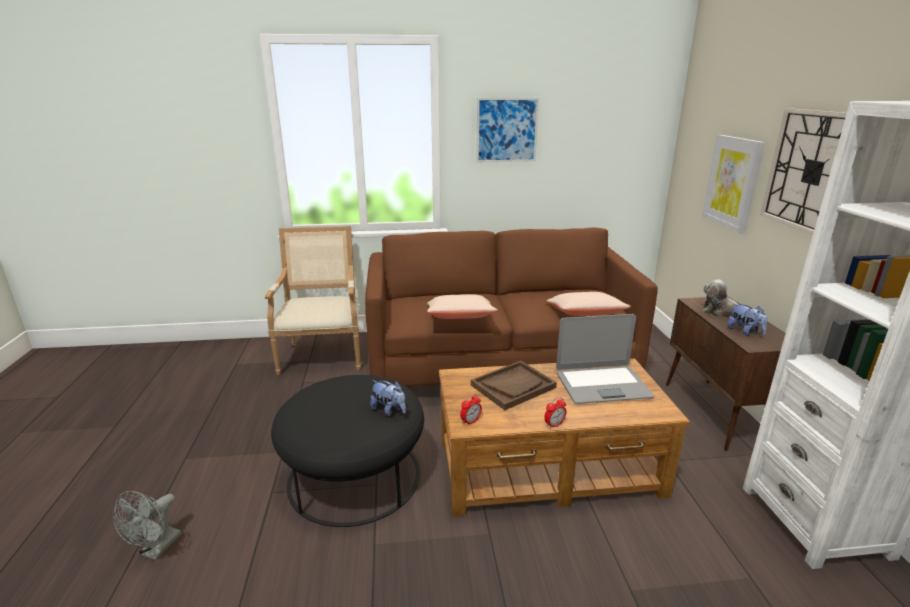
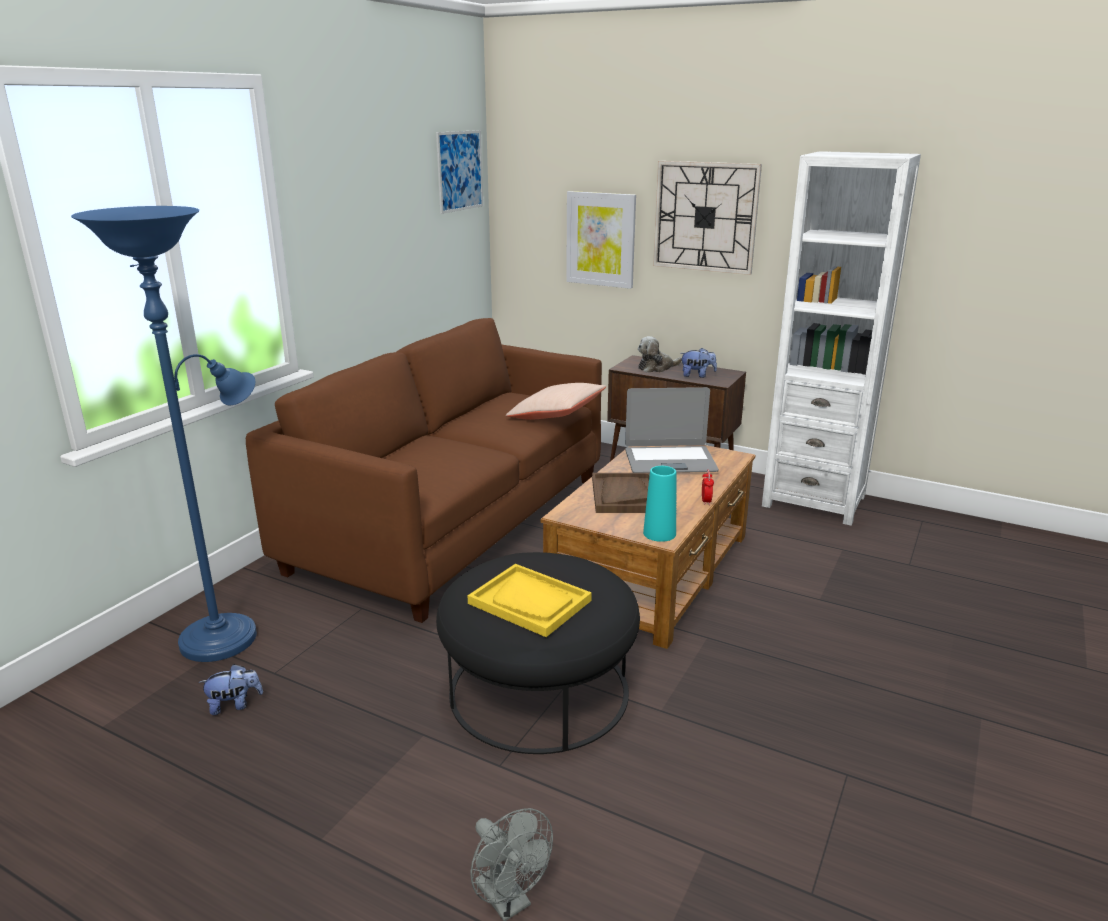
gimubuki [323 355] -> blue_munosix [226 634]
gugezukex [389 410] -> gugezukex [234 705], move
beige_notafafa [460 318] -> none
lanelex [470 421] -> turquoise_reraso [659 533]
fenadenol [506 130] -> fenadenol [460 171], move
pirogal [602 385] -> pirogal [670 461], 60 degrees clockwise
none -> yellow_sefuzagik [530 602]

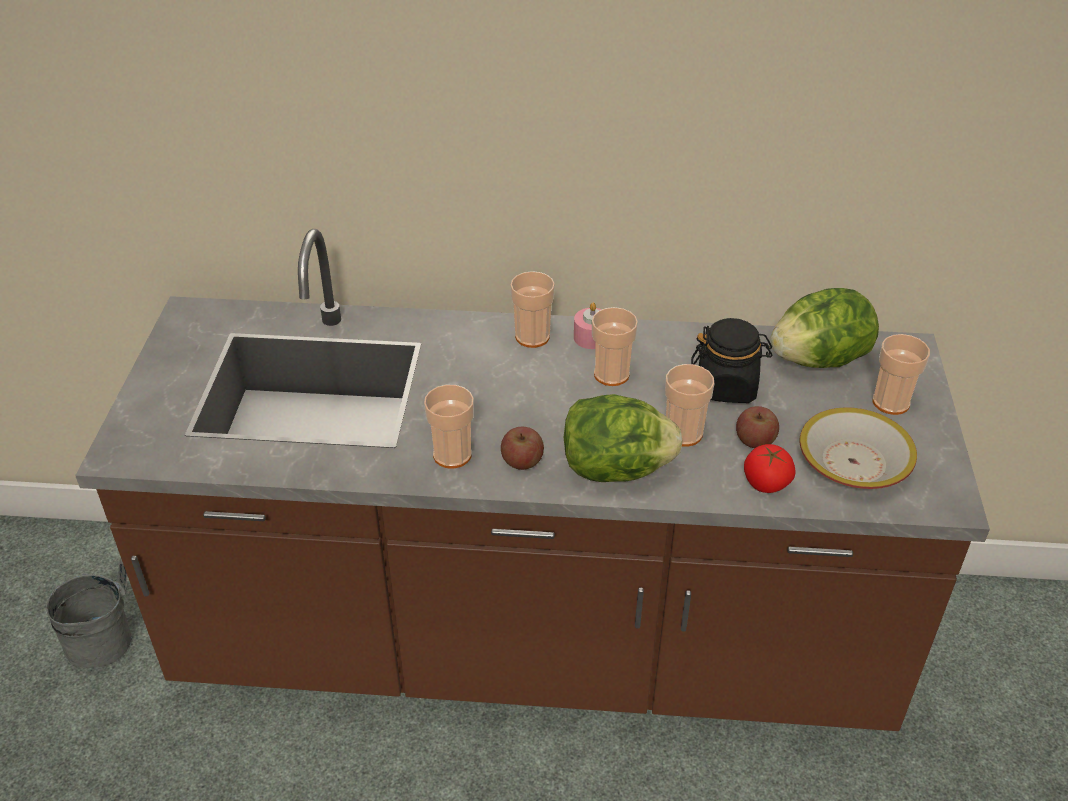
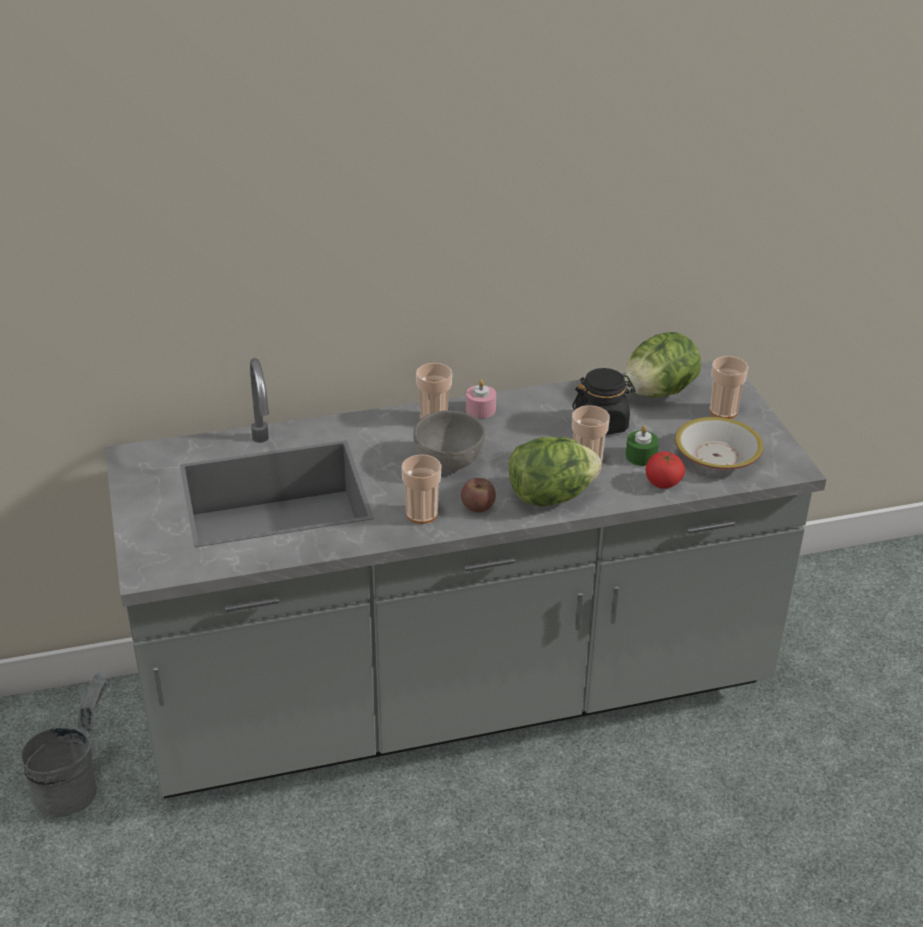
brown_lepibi [534 644] -> grey_lepibi [458 695]
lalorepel [611 374] -> none
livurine [755 440] -> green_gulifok [641 456]
none -> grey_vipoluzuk [448 462]

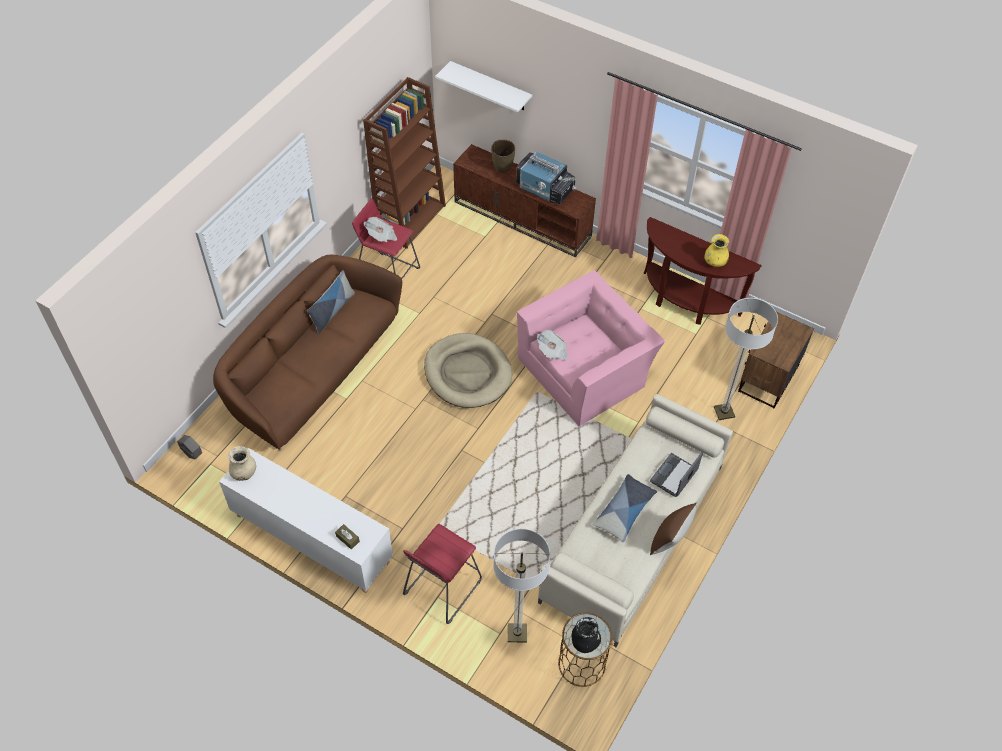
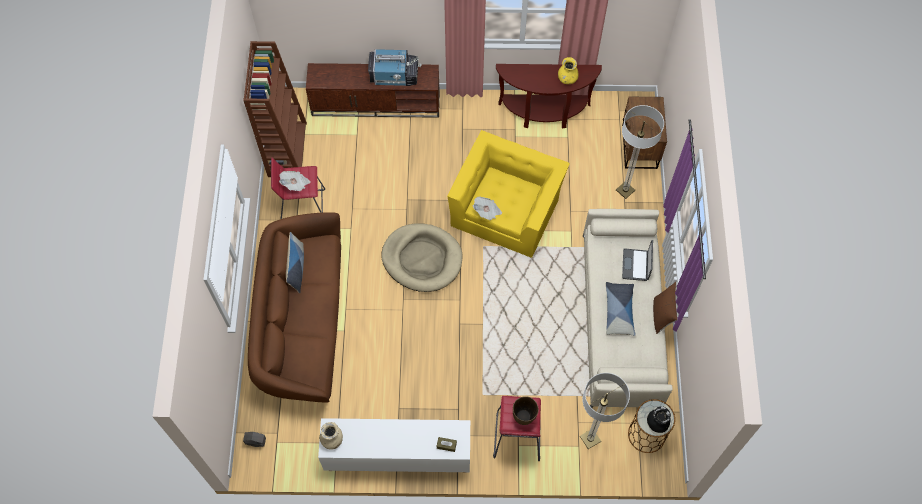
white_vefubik [490 86] -> none
brown_reraso [503 168] -> brown_reraso [524 417], move
pink_gimubuki [585 369] -> yellow_gimubuki [506 209]

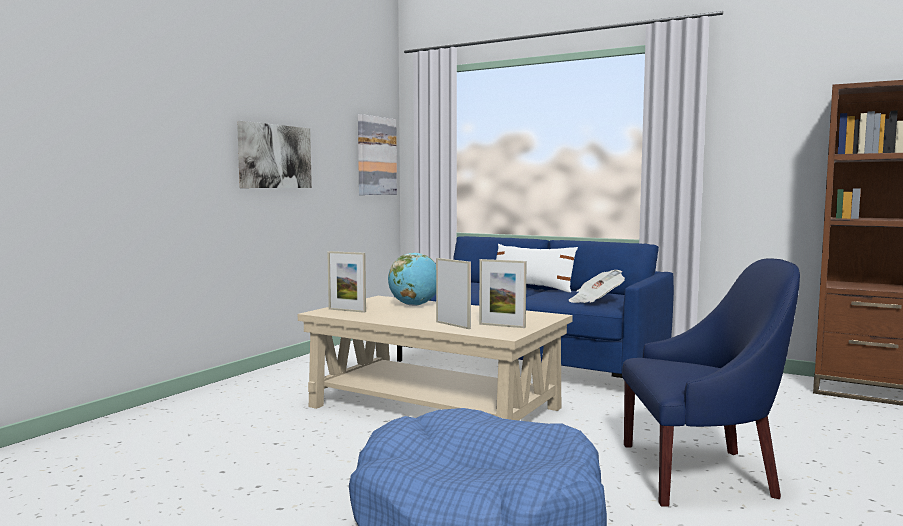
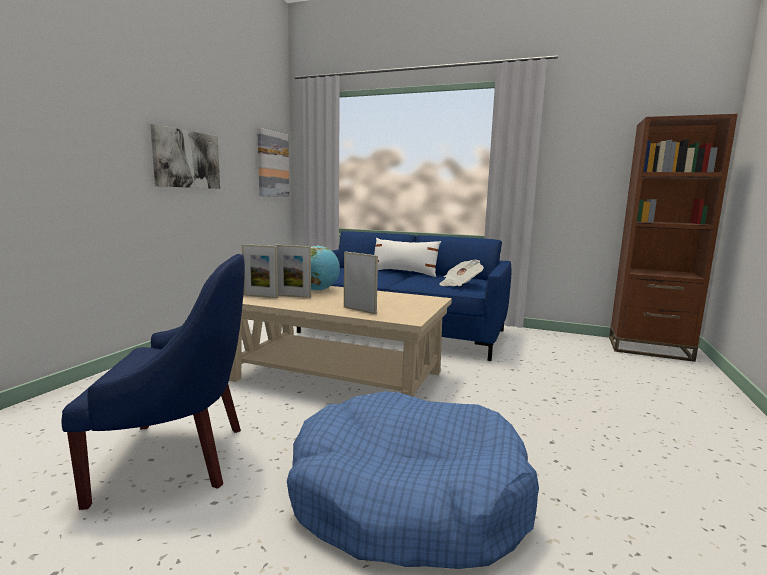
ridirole [502 326] -> ridirole [293 296], move
blue_gimubuki [701 473] -> blue_gimubuki [177 458], move

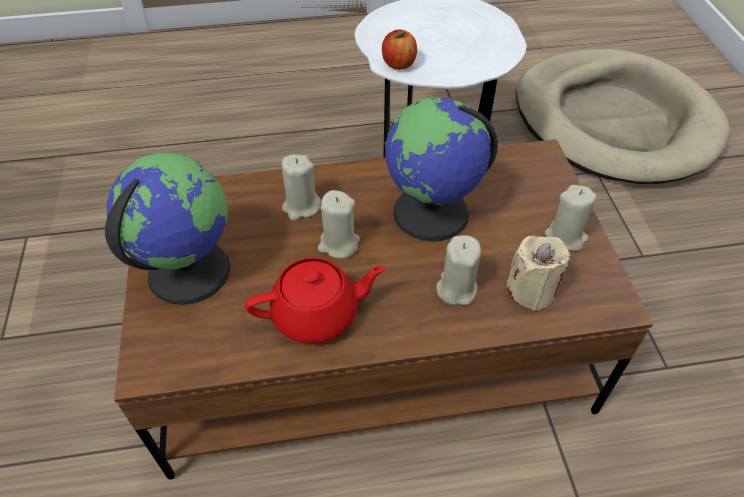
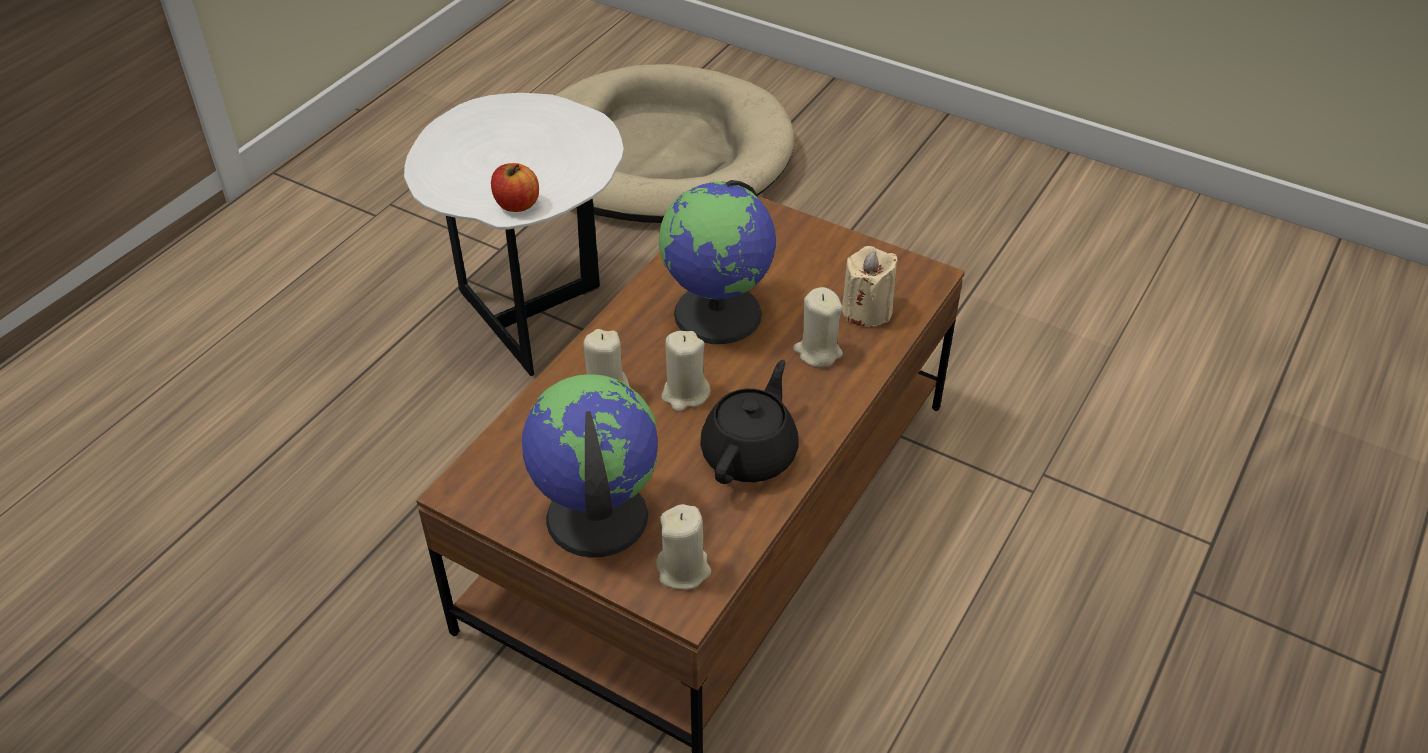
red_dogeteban [317 314] -> black_dogeteban [750 453]
beige_gulifok [565 237] -> beige_gulifok [683 570], move

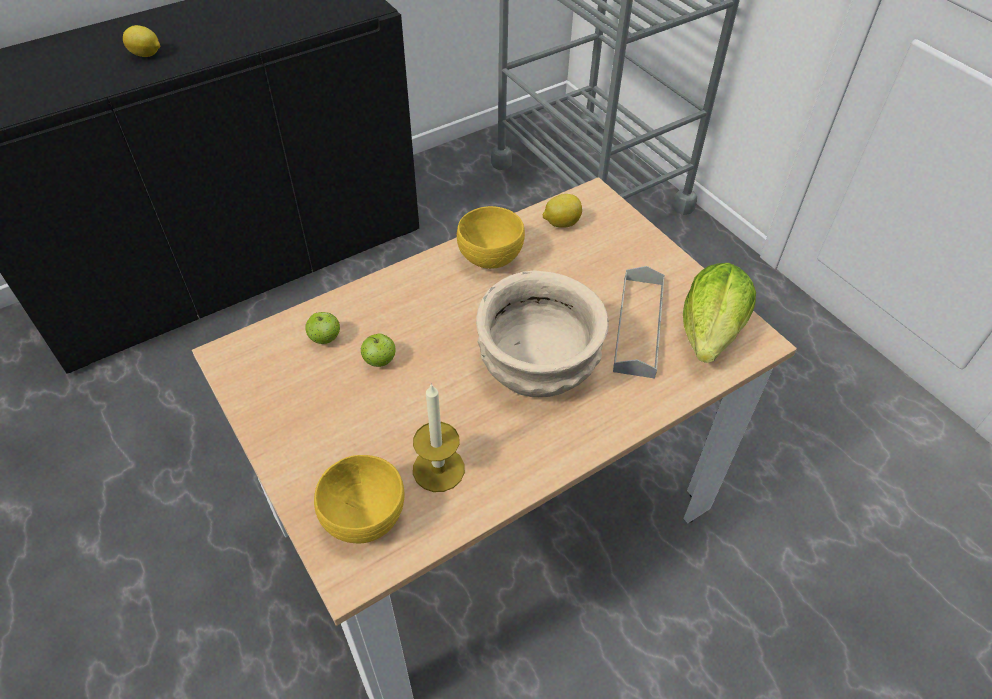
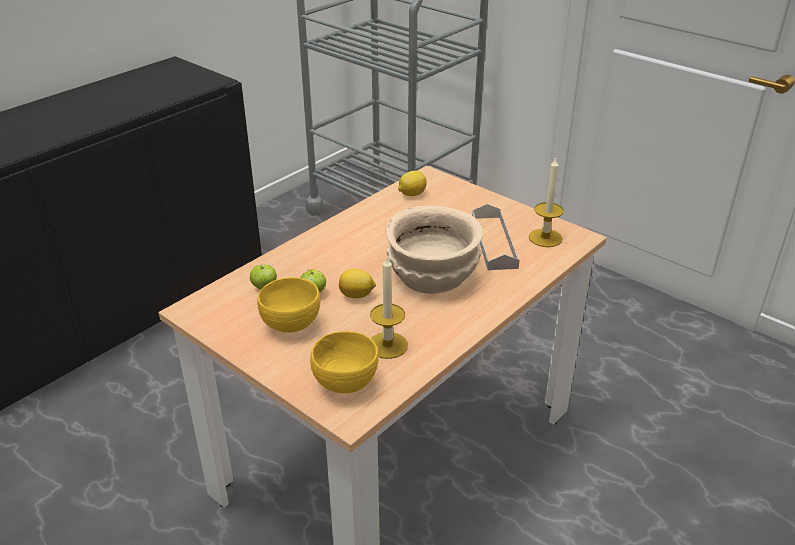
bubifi [146 55] -> bubifi [357 295], move
yellow_vipoluzuk [490 259] -> yellow_vipoluzuk [291 325], move
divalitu [710 333] -> gulifok [545 238]

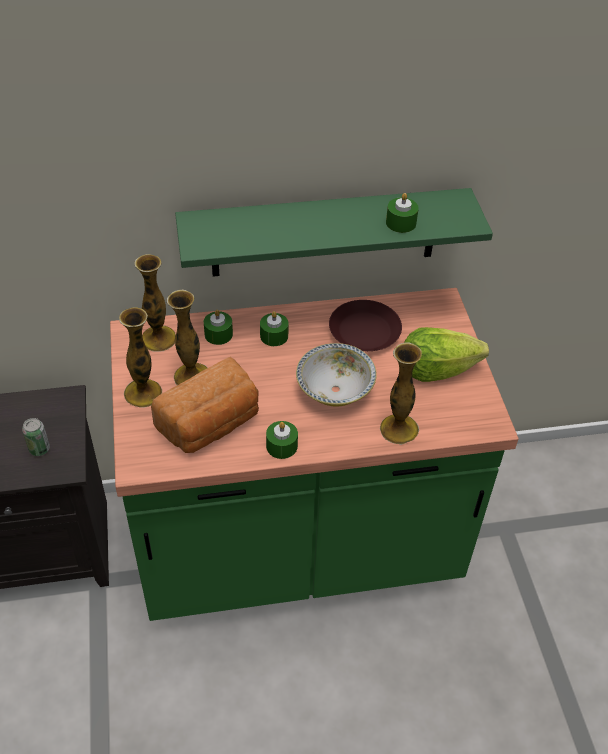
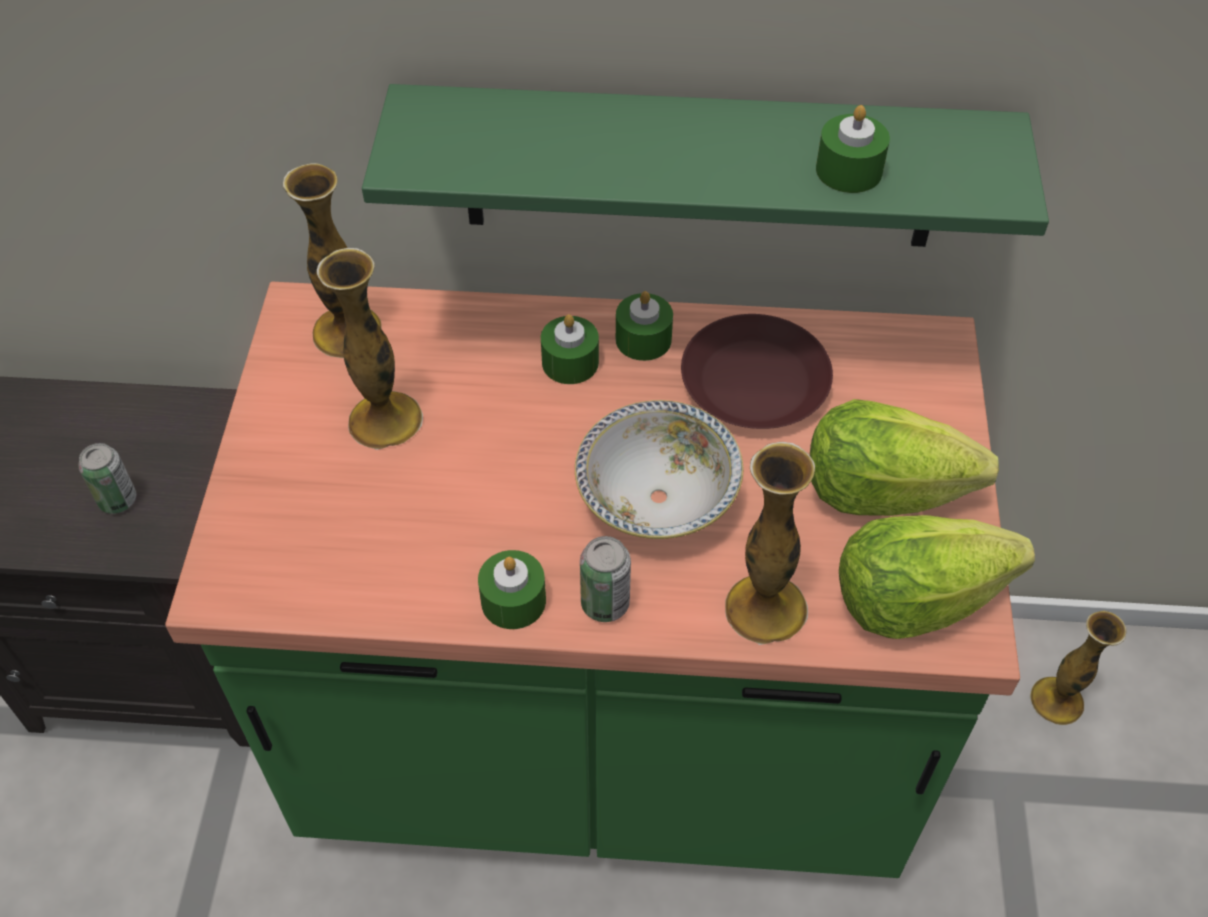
reraso [143 393] -> reraso [1056 701], move
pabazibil [211 425] -> none
green_gulifok [218 334] -> green_gulifok [643 339], move
none -> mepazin [605 604]
none -> divalitu [914 599]

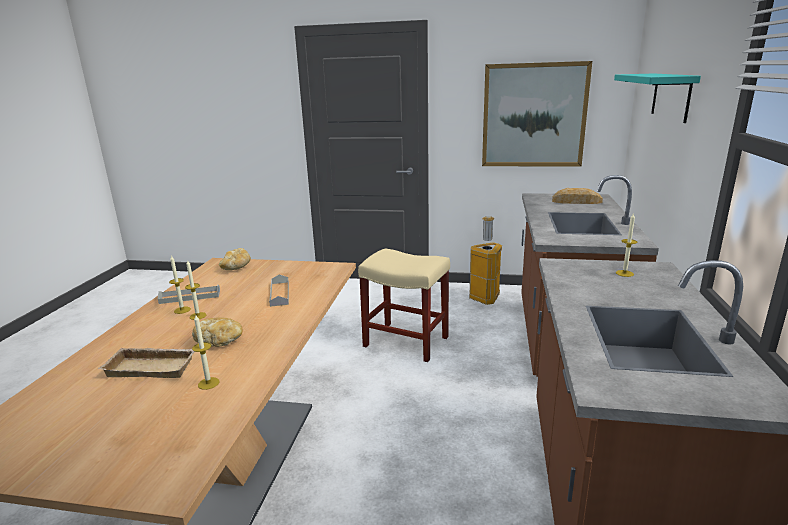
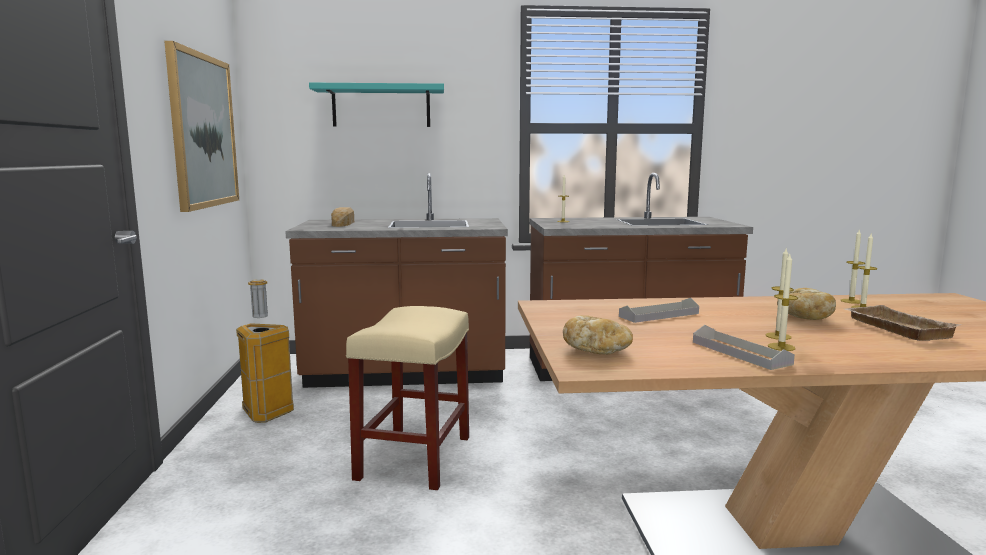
none -> gulifok [851 301]

